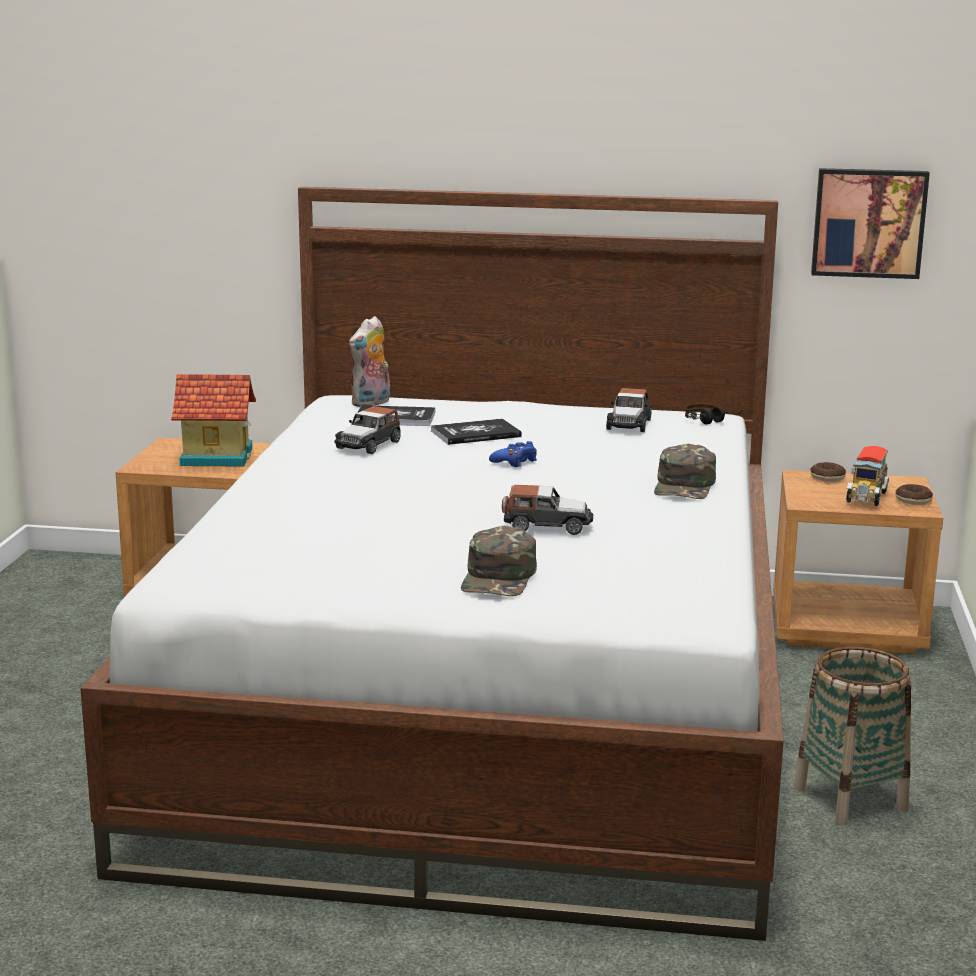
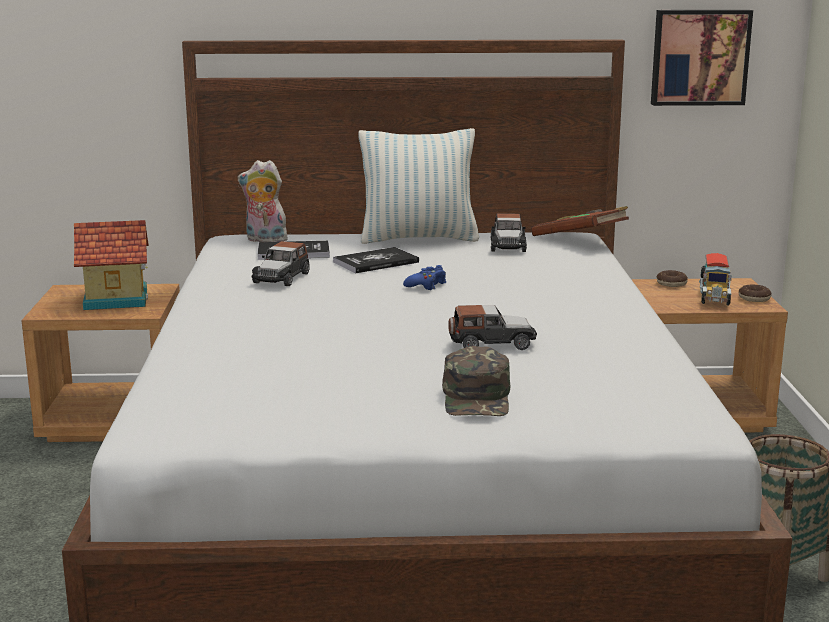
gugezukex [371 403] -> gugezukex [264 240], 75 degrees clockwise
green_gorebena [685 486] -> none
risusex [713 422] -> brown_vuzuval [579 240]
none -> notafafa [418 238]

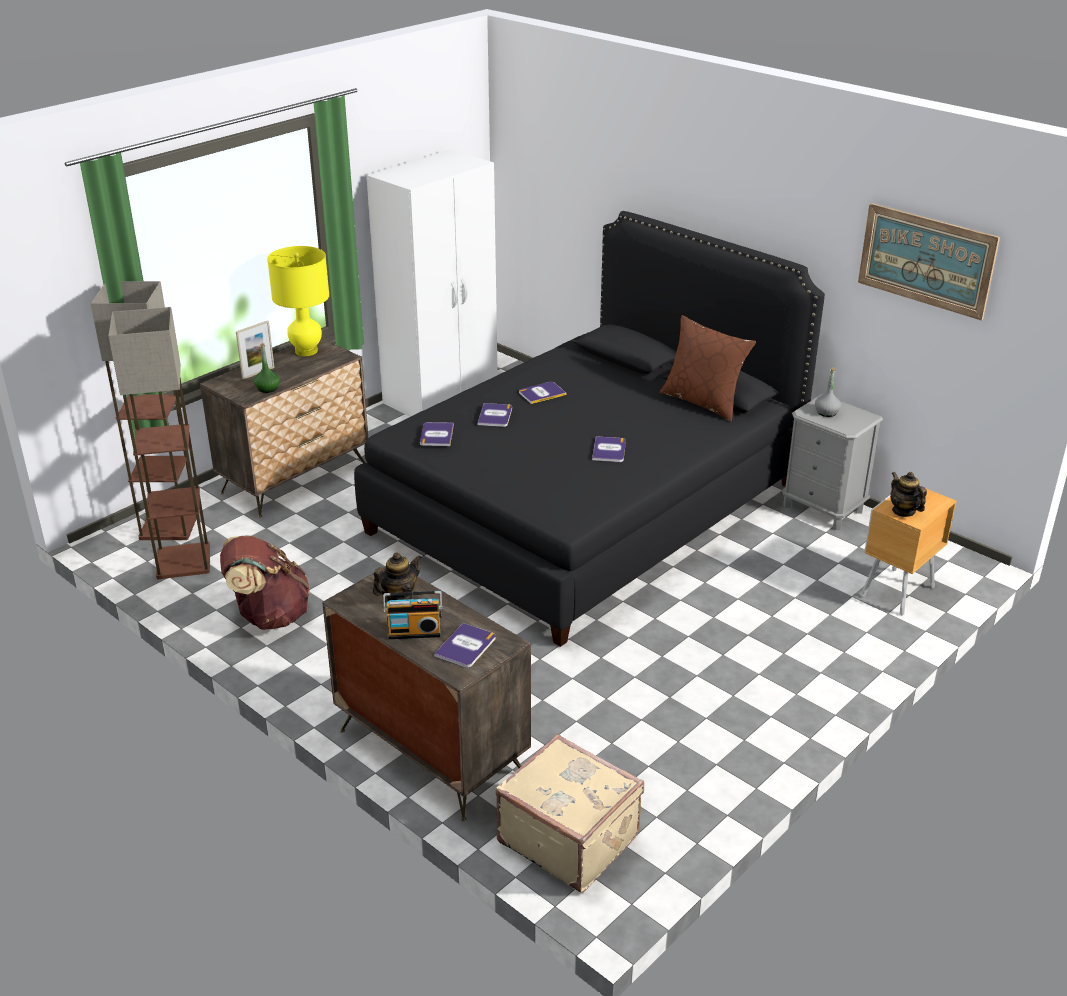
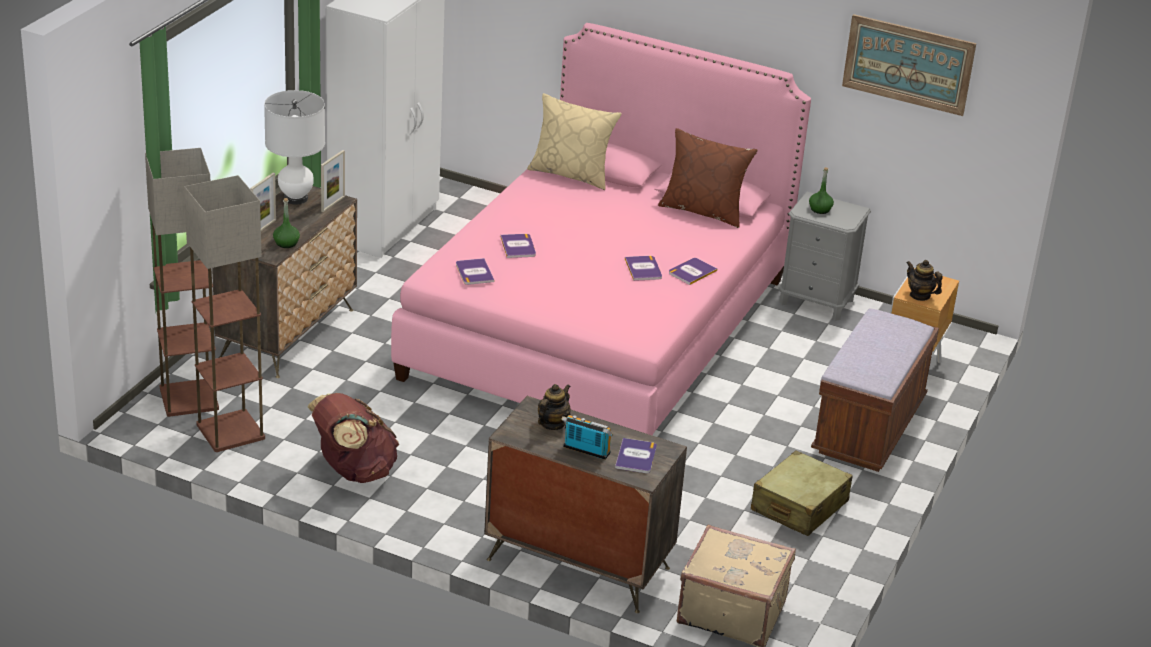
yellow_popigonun [306 351] -> white_popigonun [295 198]
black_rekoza [586 507] -> pink_rekoza [597 327]
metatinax [414 631] -> metatinax [585 451], 135 degrees counterclockwise
vuzuval [541 393] -> vuzuval [692 272], move
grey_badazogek [826 412] -> green_badazogek [820 209]
none -> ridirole [333 204]
none -> beige_notafafa [571 174]
none -> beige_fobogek [799 506]
none -> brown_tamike [869 428]

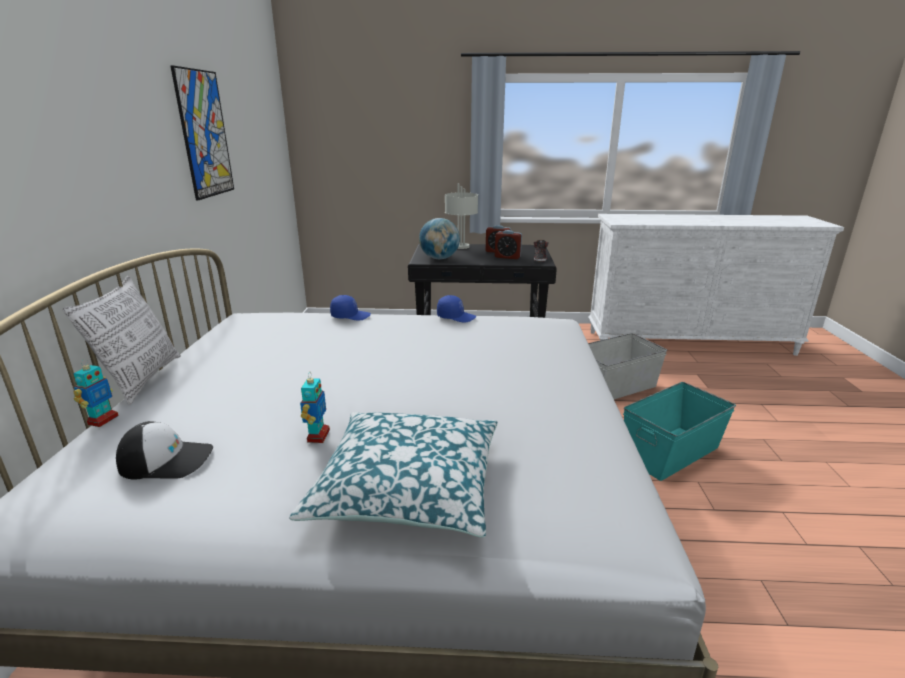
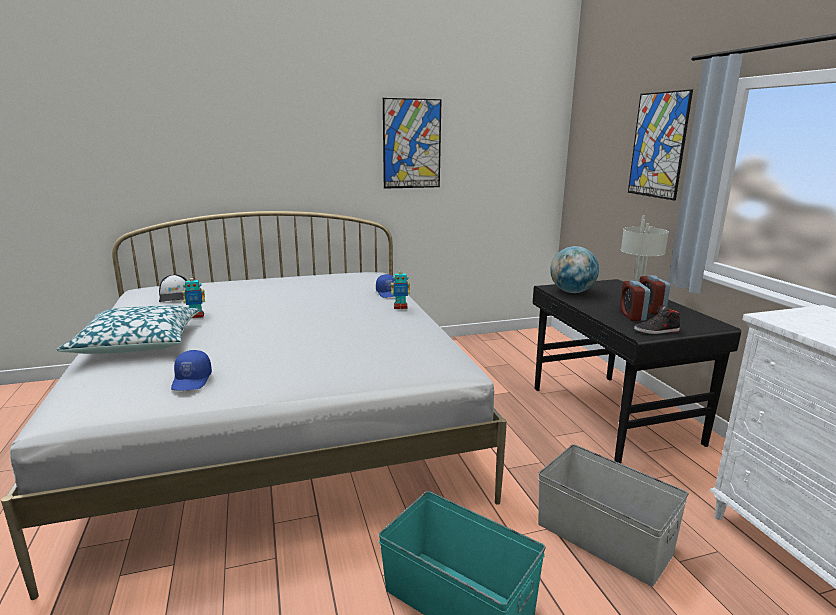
notafafa [142 379] -> none
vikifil [102 420] -> vikifil [400 307], move
blue_gorebena [456 317] -> blue_gorebena [192 380], move
none -> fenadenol [658 145]

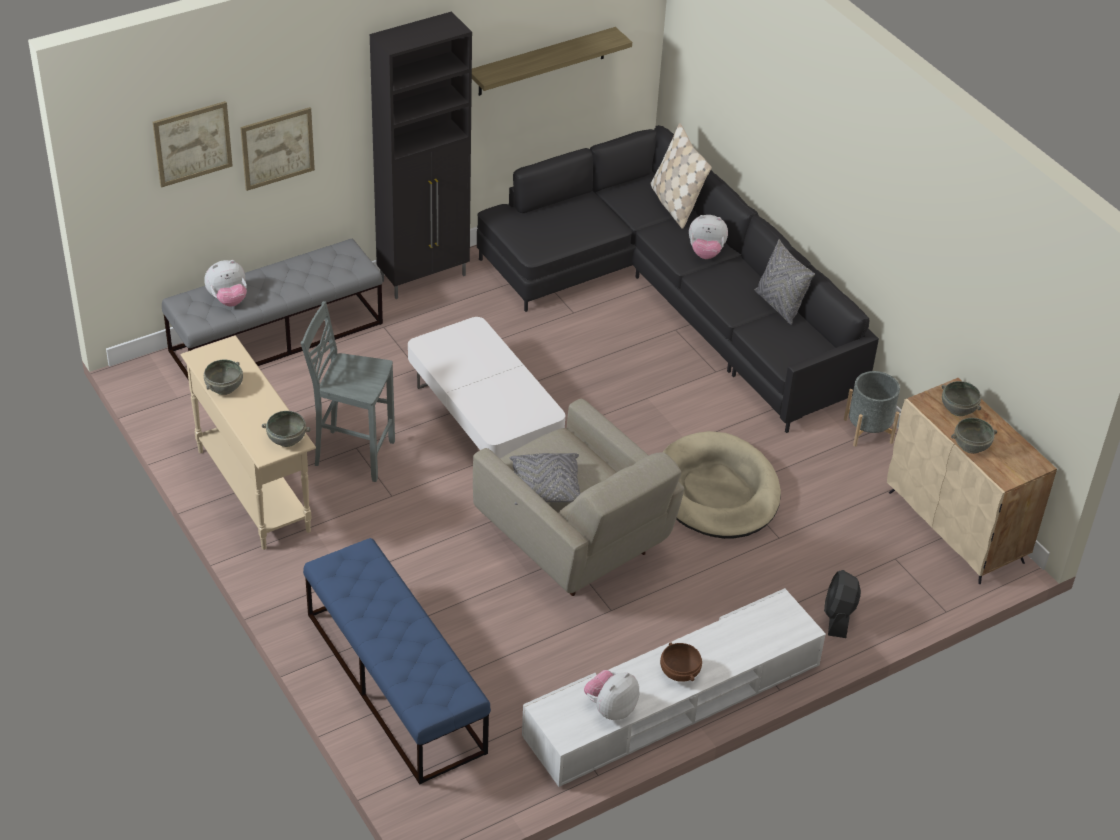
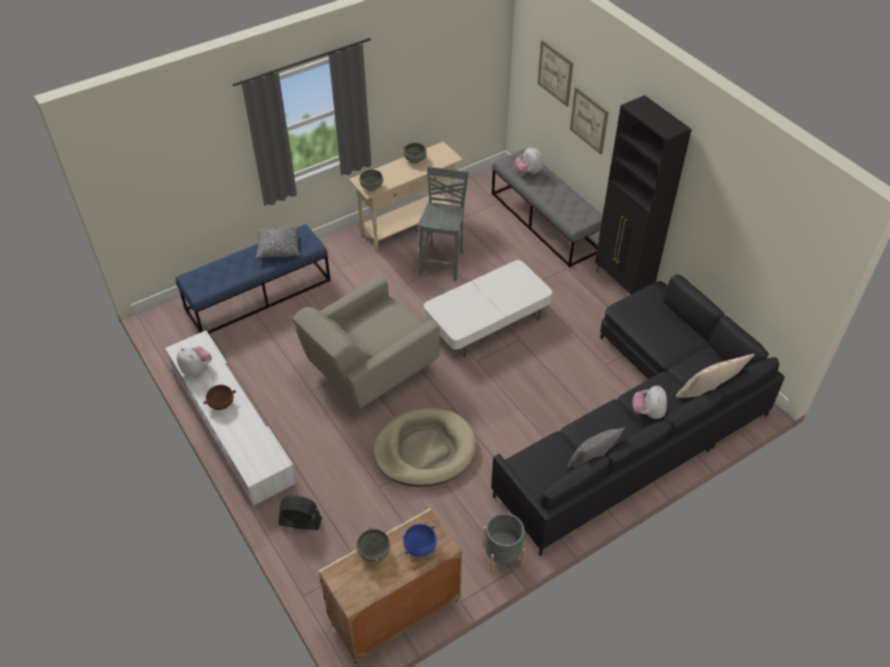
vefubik [542 62] -> none
grey_notafafa [546 489] -> grey_notafafa [278 248], move
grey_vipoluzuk [959 408] -> blue_vipoluzuk [420 547]

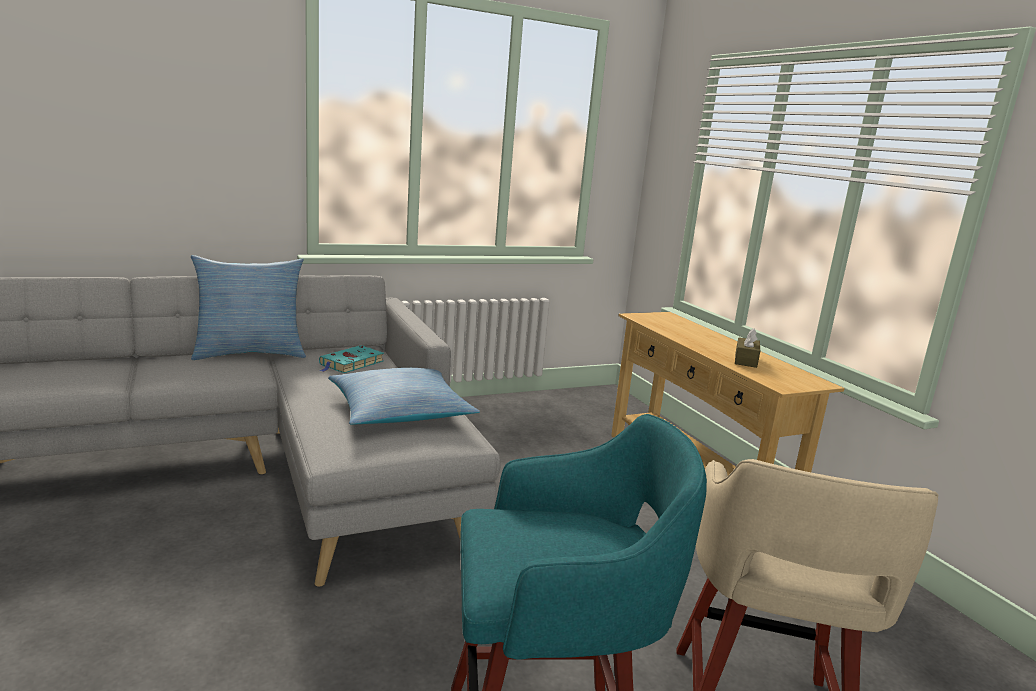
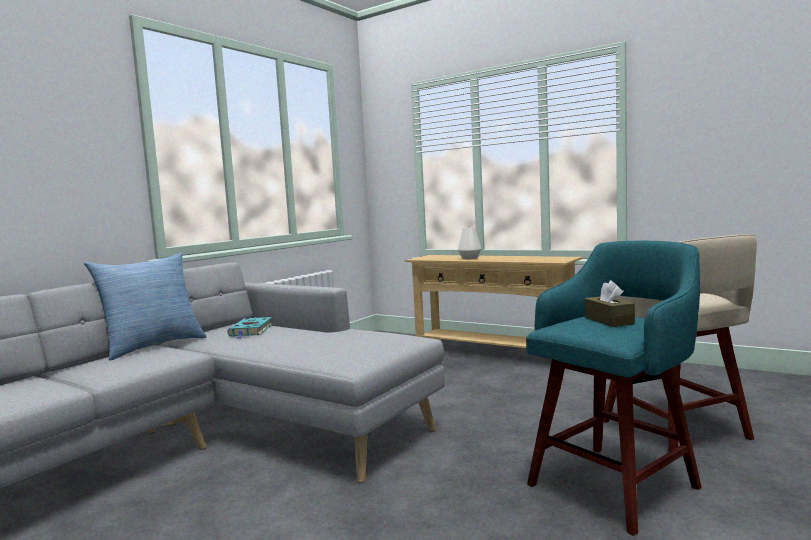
notafafa [399 411] -> none
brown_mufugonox [745 360] -> brown_mufugonox [609 321], move
none -> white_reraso [470 258]

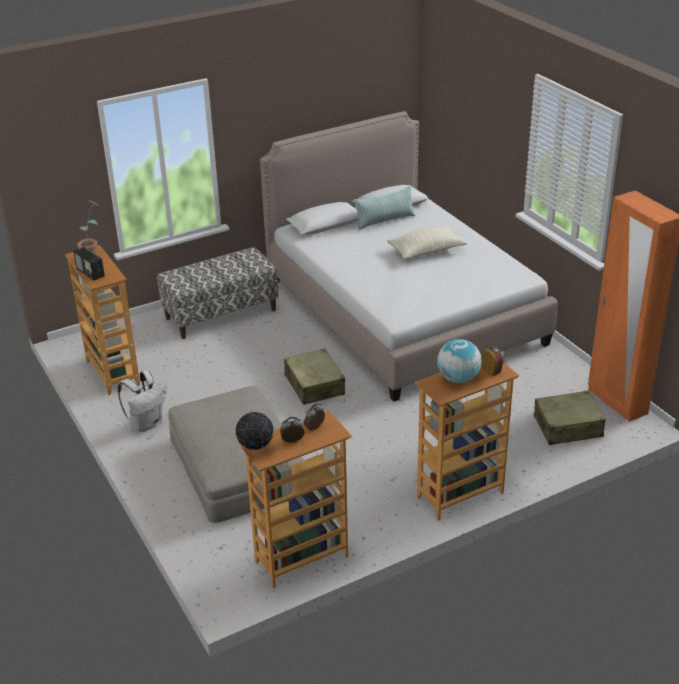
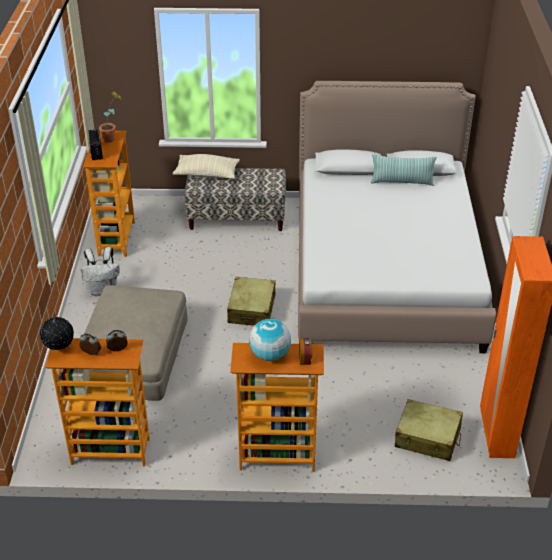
beige_notafafa [426 251] -> beige_notafafa [207 174], move

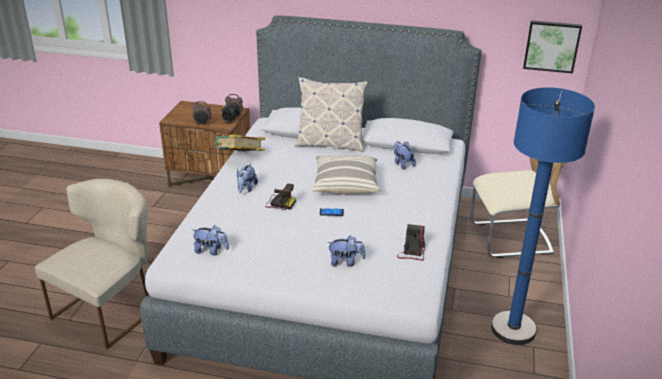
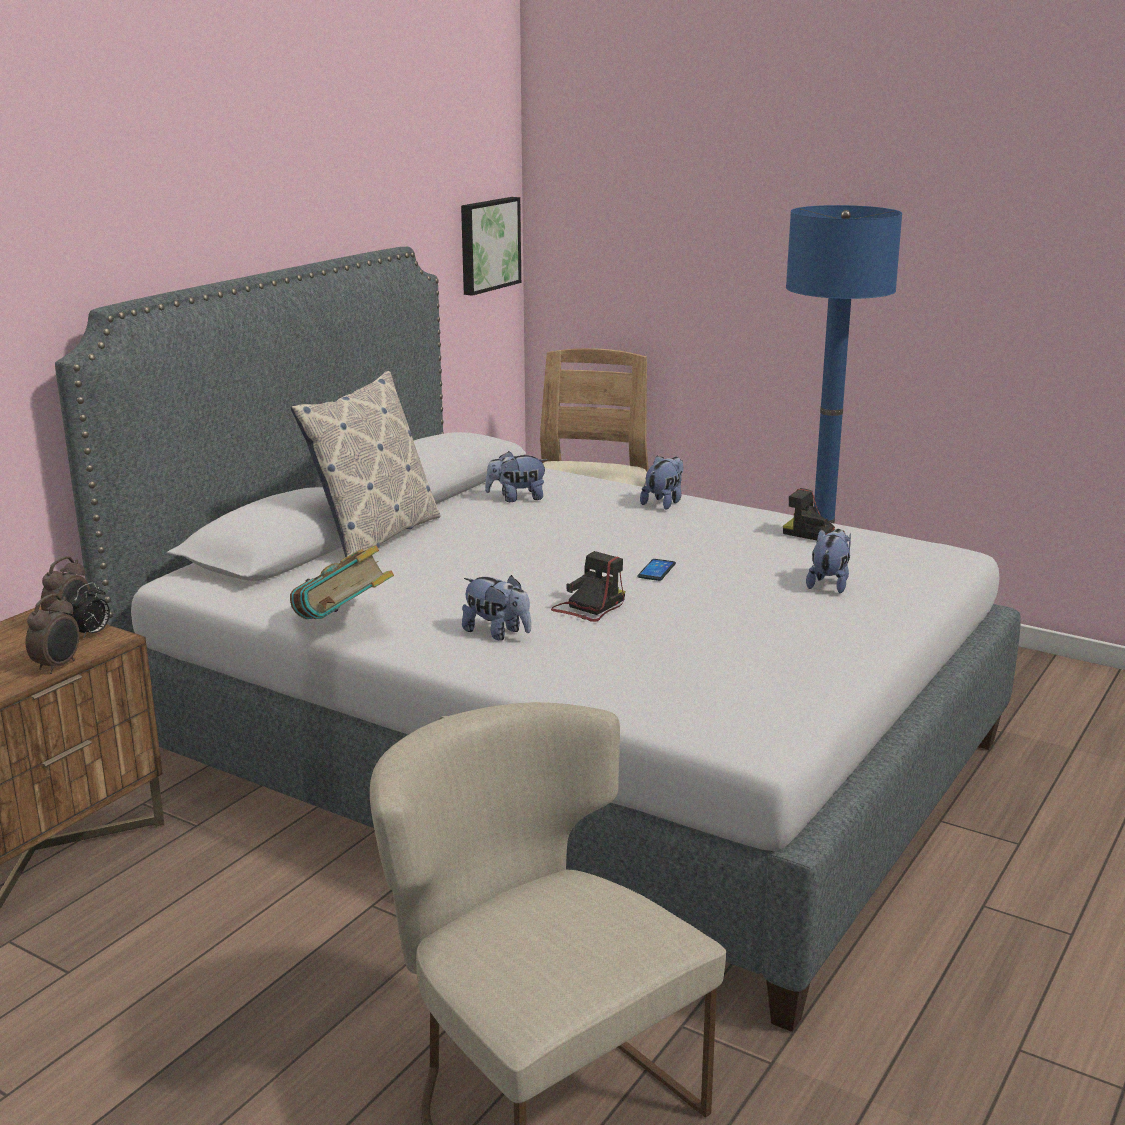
gugezukex [211 251] -> gugezukex [664 503], move
notafafa [345 184] -> none

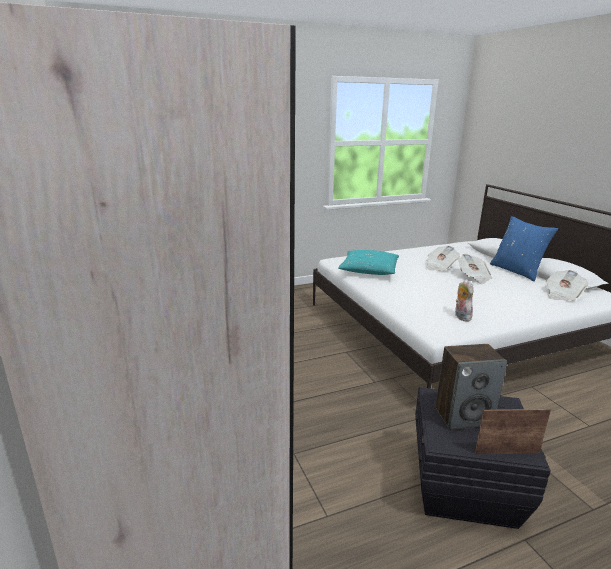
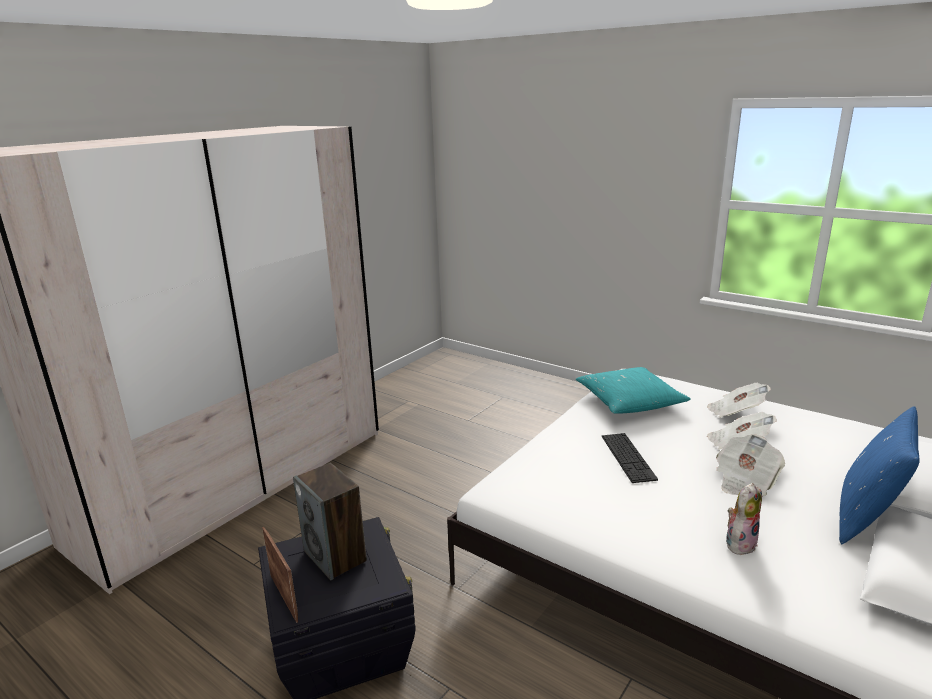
gugezukex [461 317] -> gugezukex [739 543], move
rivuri [562 295] -> rivuri [735 412], move
none -> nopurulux [628 457]

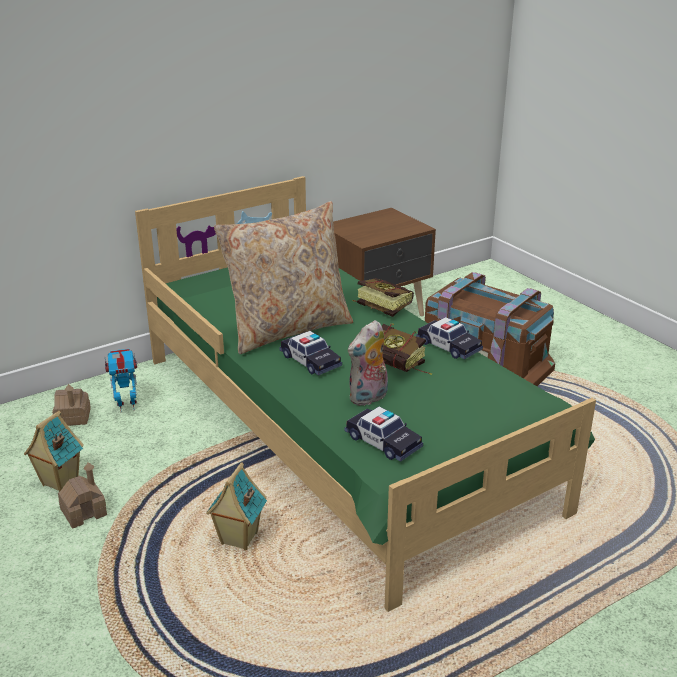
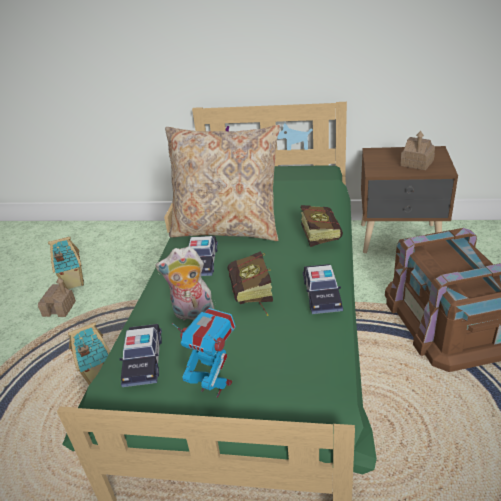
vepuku [73 417] -> vepuku [417 163], move
vikifil [127 406] -> vikifil [215 385], move

